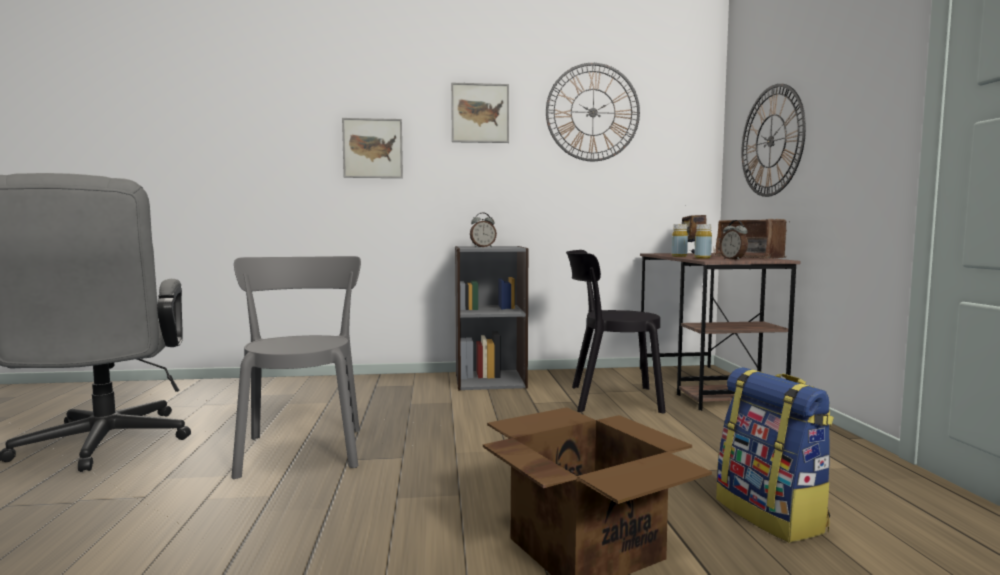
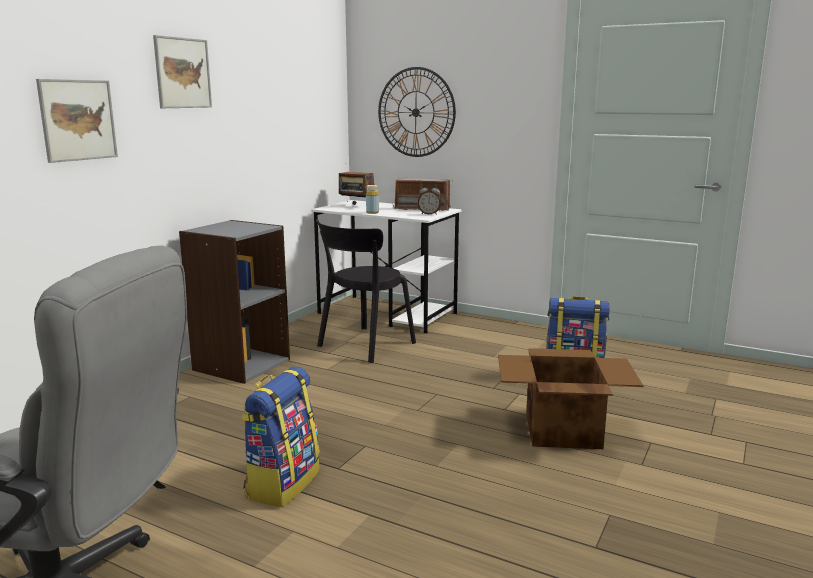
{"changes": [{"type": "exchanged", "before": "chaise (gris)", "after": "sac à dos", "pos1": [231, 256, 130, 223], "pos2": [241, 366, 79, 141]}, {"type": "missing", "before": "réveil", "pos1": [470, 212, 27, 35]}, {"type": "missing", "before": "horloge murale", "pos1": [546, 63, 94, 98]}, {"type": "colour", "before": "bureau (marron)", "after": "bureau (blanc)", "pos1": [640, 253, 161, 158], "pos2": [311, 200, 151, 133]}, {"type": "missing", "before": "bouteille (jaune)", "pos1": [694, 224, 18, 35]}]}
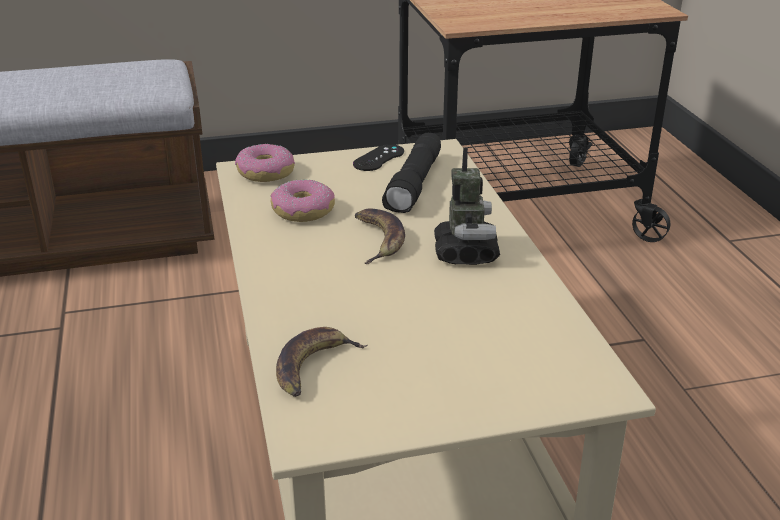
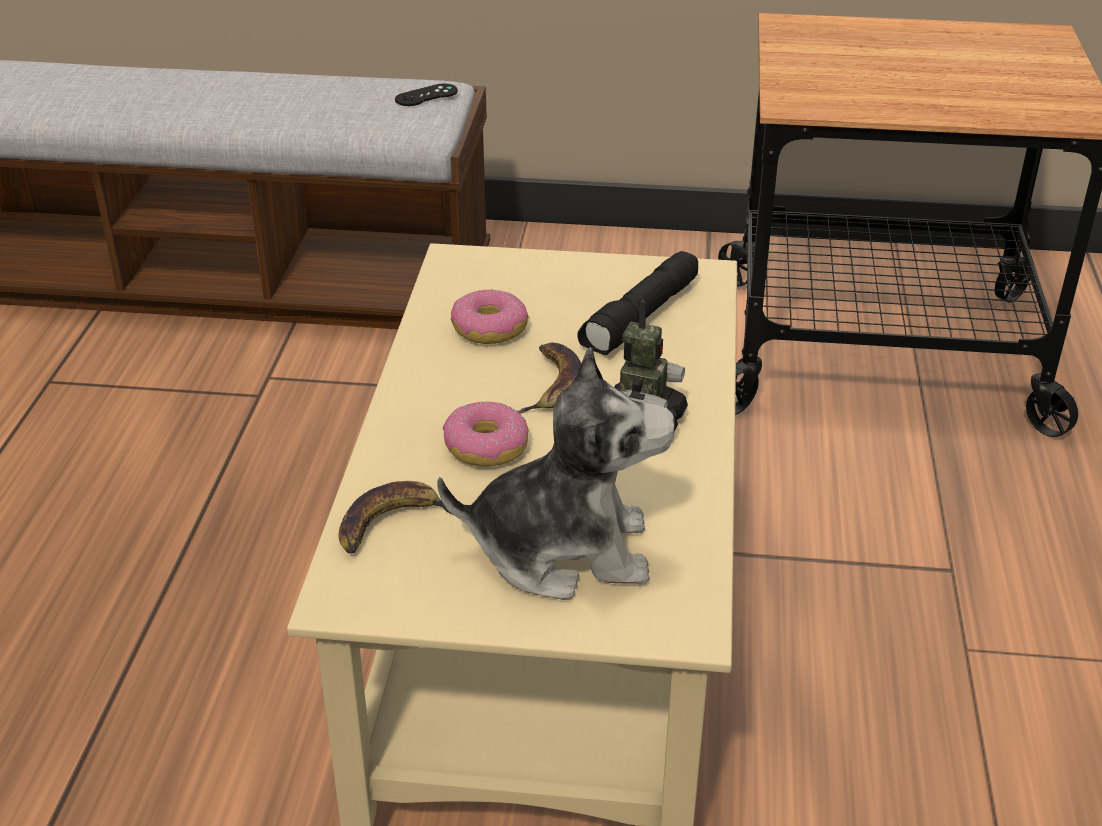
{"changes": [{"type": "relocated", "before": "beignet", "pos1": [235, 143, 60, 39], "pos2": [443, 401, 85, 65]}, {"type": "relocated", "before": "manette (noir)", "pos1": [353, 144, 51, 27], "pos2": [395, 84, 63, 22]}, {"type": "appeared", "after": "peluche", "pos2": [437, 347, 239, 253]}]}
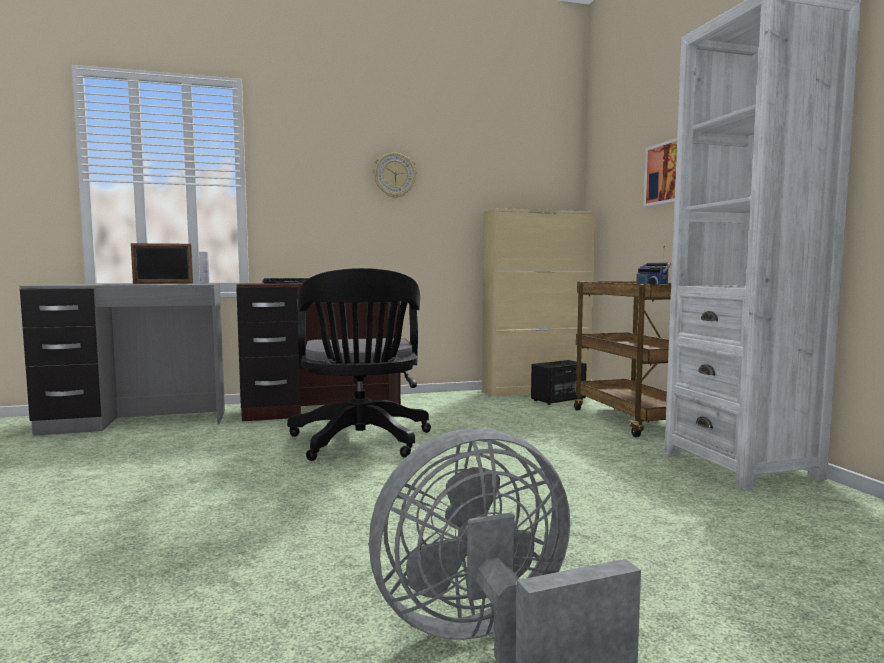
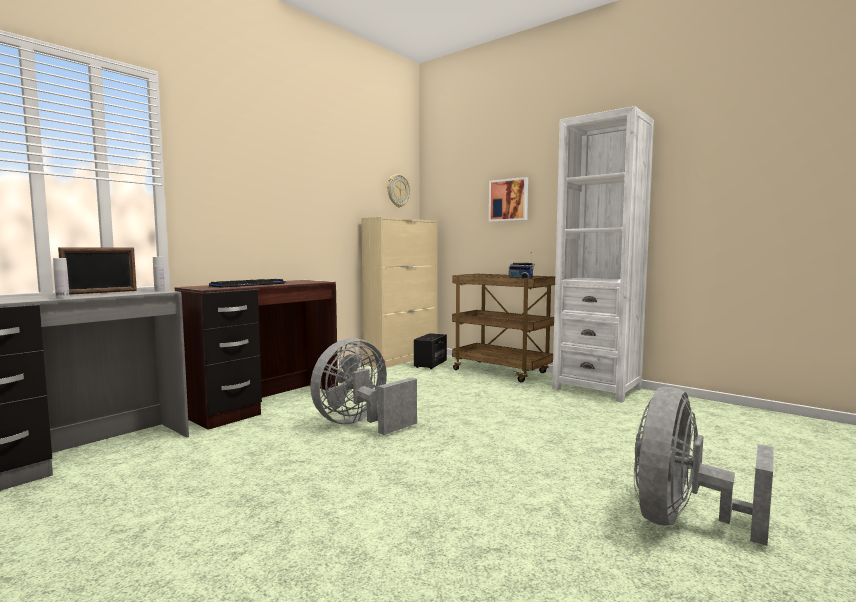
{"changes": [{"type": "exchanged", "before": "chaise de bureau (noir)", "after": "ventilateur (gris)", "pos1": [287, 268, 144, 193], "pos2": [310, 338, 107, 97]}, {"type": "relocated", "before": "horloge murale", "pos1": [373, 152, 44, 46], "pos2": [387, 174, 23, 33]}, {"type": "appeared", "after": "bouteille (blanc)", "pos2": [53, 258, 17, 41]}]}
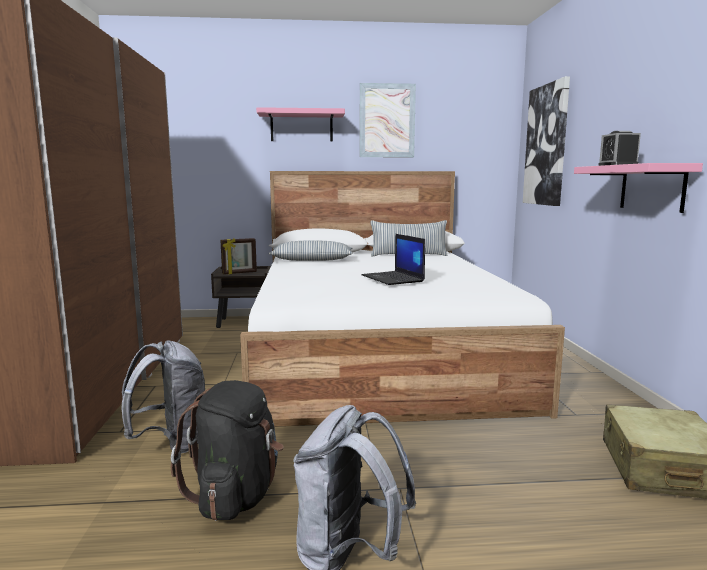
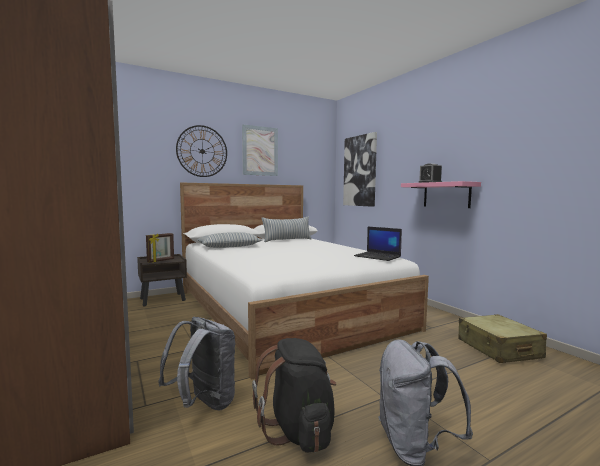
{"changes": [{"type": "exchanged", "before": "étagère (rose)", "after": "horloge murale", "pos1": [256, 107, 89, 34], "pos2": [176, 125, 51, 52]}, {"type": "relocated", "before": "ordinateur portable", "pos1": [362, 234, 63, 51], "pos2": [354, 227, 48, 34]}]}
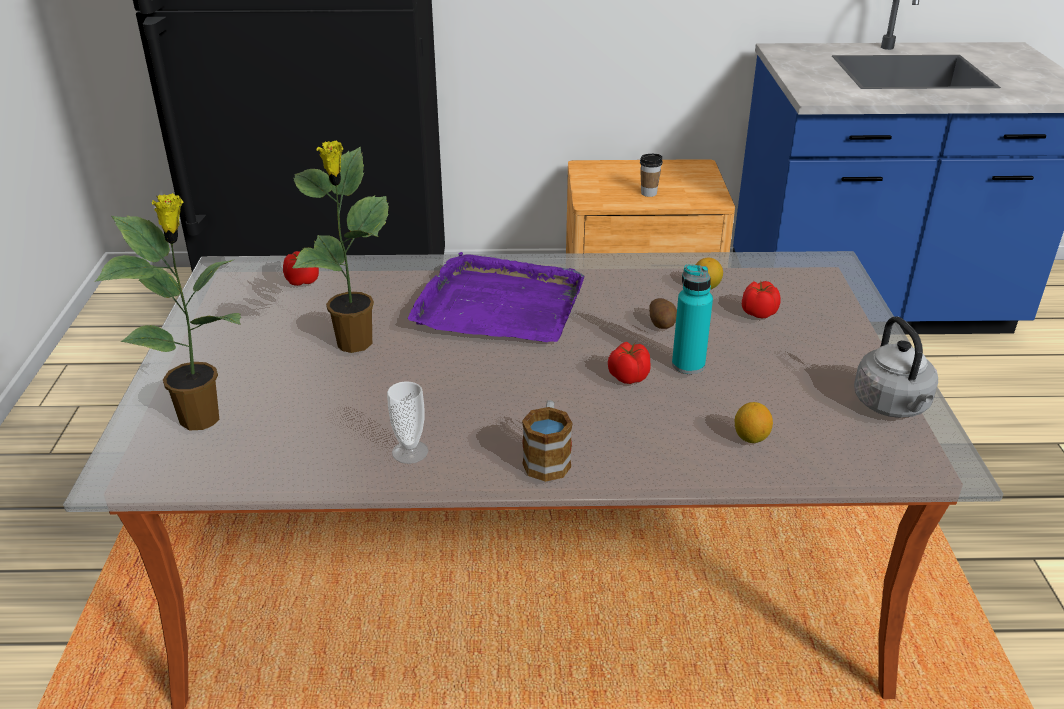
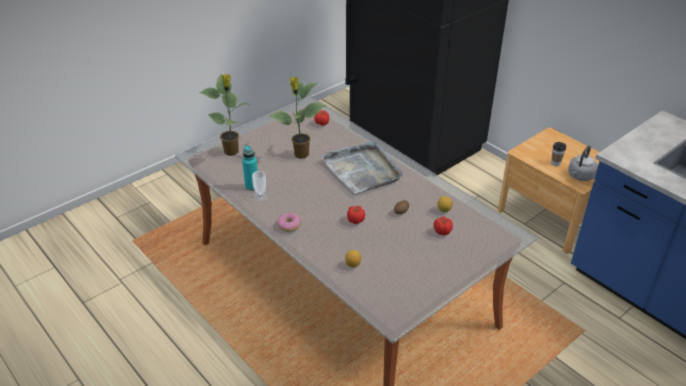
{"changes": [{"type": "colour", "before": "plateau (violet)", "after": "plateau (gris)", "pos1": [408, 252, 177, 90], "pos2": [321, 142, 82, 52]}, {"type": "exchanged", "before": "mug", "after": "beignet", "pos1": [522, 400, 51, 82], "pos2": [277, 212, 24, 20]}, {"type": "relocated", "before": "bouteille (turquoise)", "pos1": [672, 265, 41, 109], "pos2": [242, 145, 16, 46]}, {"type": "relocated", "before": "bouilloire (gris)", "pos1": [854, 316, 84, 102], "pos2": [568, 145, 30, 36]}]}
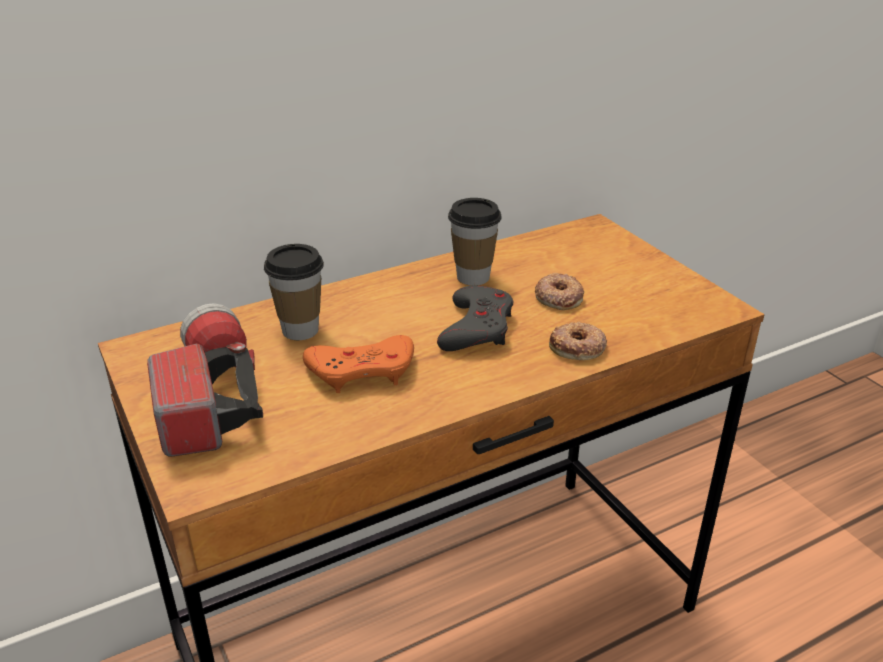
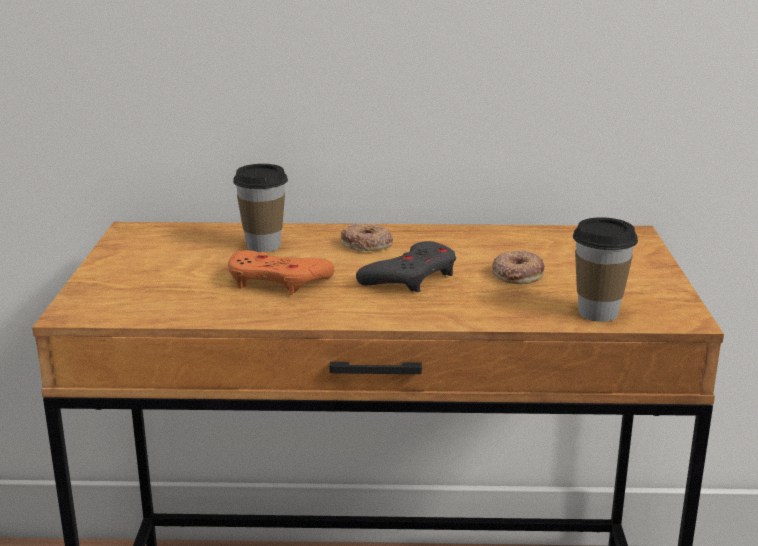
{"changes": [{"type": "missing", "before": "lampe de poche", "pos1": [147, 303, 116, 154]}, {"type": "relocated", "before": "tasse", "pos1": [448, 198, 54, 88], "pos2": [573, 217, 65, 105]}, {"type": "relocated", "before": "beignet", "pos1": [549, 322, 58, 38], "pos2": [340, 224, 53, 27]}]}
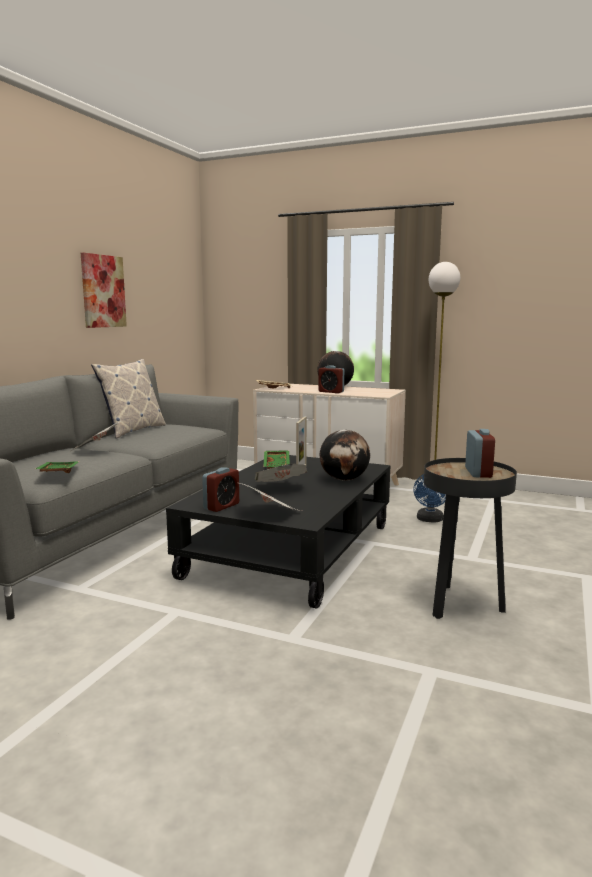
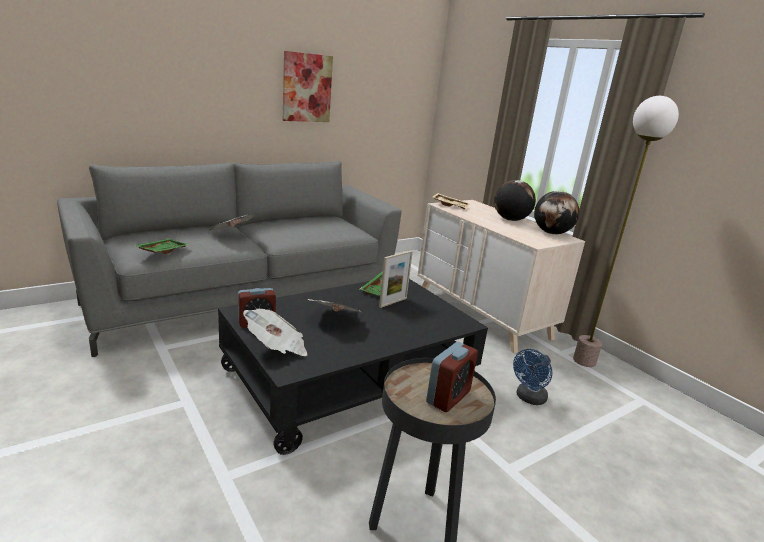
{"changes": [{"type": "missing", "before": "coussin", "pos1": [91, 359, 75, 79]}, {"type": "missing", "before": "réveil", "pos1": [318, 365, 26, 28]}, {"type": "relocated", "before": "globe", "pos1": [320, 430, 50, 51], "pos2": [534, 191, 45, 43]}]}
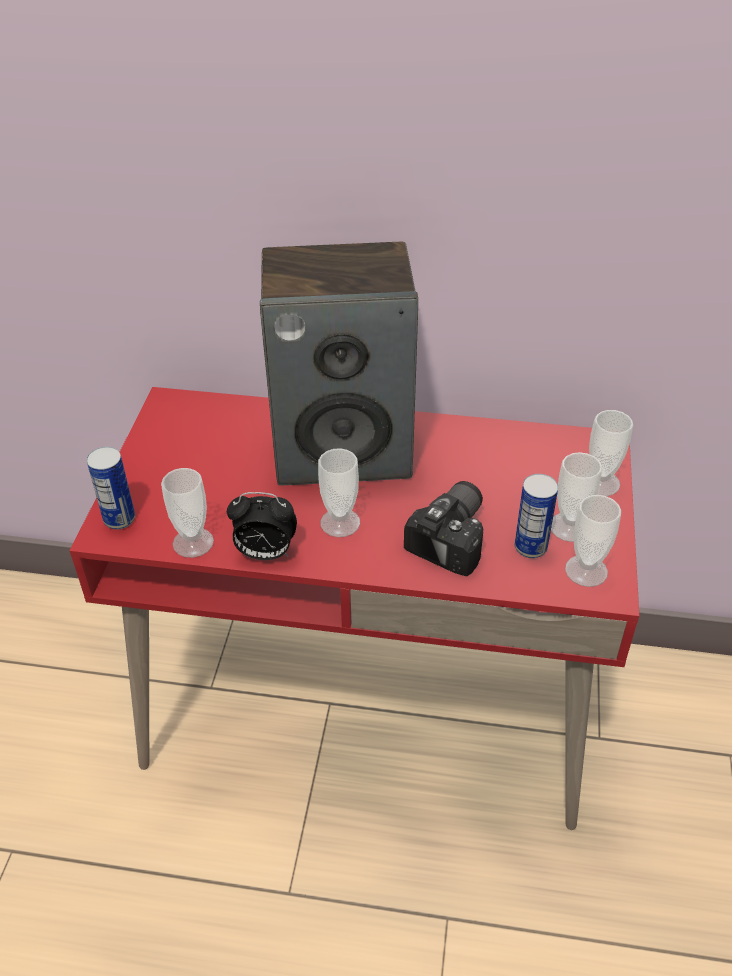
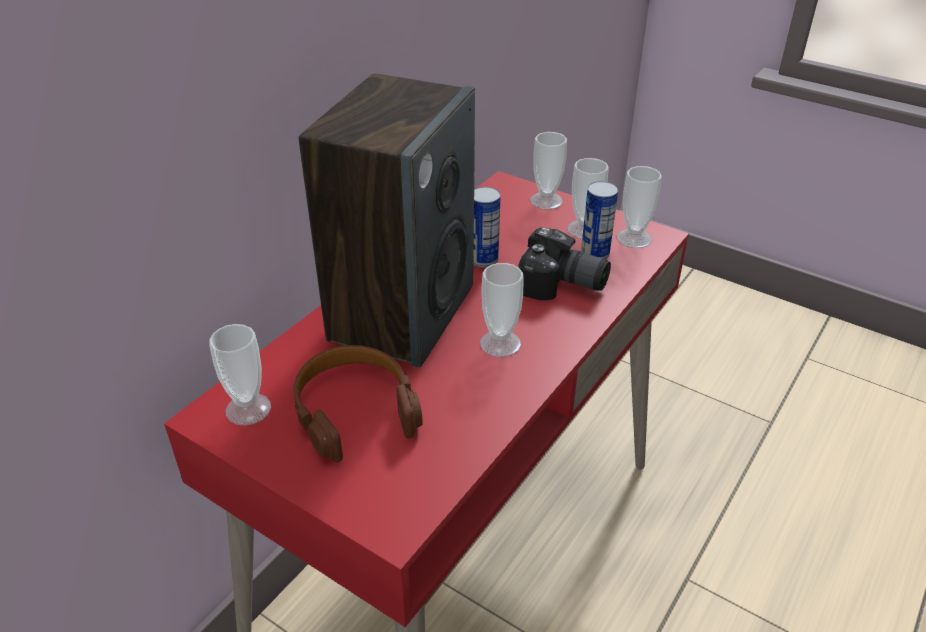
{"changes": [{"type": "relocated", "before": "boîte métallique", "pos1": [87, 447, 48, 82], "pos2": [473, 187, 28, 80]}, {"type": "relocated", "before": "tasse", "pos1": [161, 468, 53, 90], "pos2": [209, 324, 62, 102]}, {"type": "missing", "before": "réveil", "pos1": [227, 492, 70, 68]}, {"type": "spun", "before": "appareil photo", "pos1": [404, 481, 79, 95], "pos2": [518, 227, 93, 74], "turn": 150}, {"type": "appeared", "after": "casque audio (marron)", "pos2": [293, 345, 130, 117]}]}
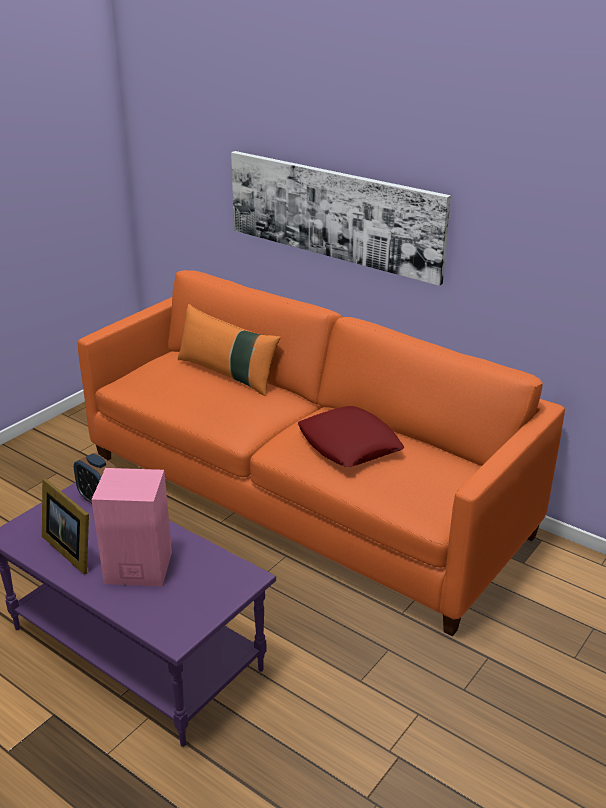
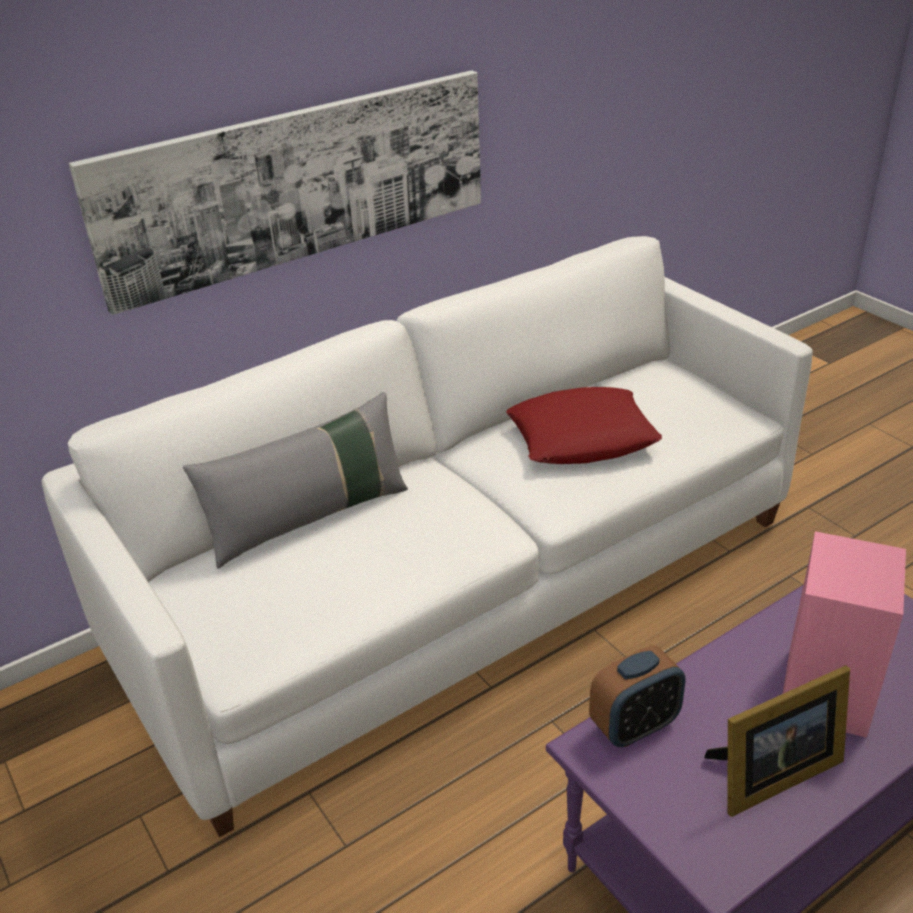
{"changes": [{"type": "colour", "before": "canapé (orange)", "after": "canapé (blanc)", "pos1": [78, 270, 487, 366], "pos2": [42, 236, 771, 601]}, {"type": "colour", "before": "coussin (orange)", "after": "coussin (gris)", "pos1": [178, 304, 103, 92], "pos2": [183, 392, 225, 177]}]}
